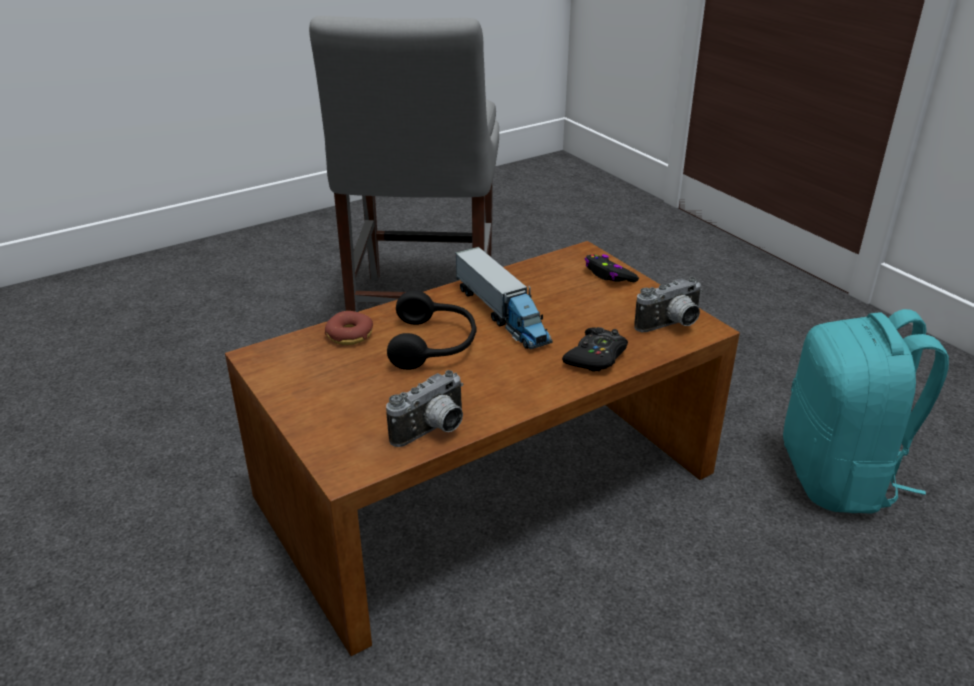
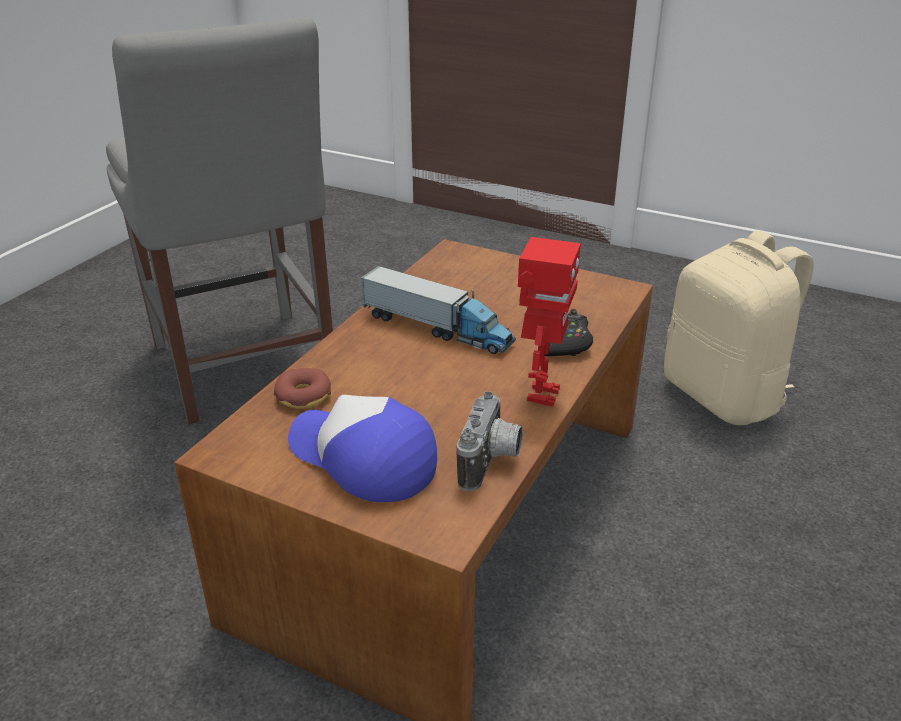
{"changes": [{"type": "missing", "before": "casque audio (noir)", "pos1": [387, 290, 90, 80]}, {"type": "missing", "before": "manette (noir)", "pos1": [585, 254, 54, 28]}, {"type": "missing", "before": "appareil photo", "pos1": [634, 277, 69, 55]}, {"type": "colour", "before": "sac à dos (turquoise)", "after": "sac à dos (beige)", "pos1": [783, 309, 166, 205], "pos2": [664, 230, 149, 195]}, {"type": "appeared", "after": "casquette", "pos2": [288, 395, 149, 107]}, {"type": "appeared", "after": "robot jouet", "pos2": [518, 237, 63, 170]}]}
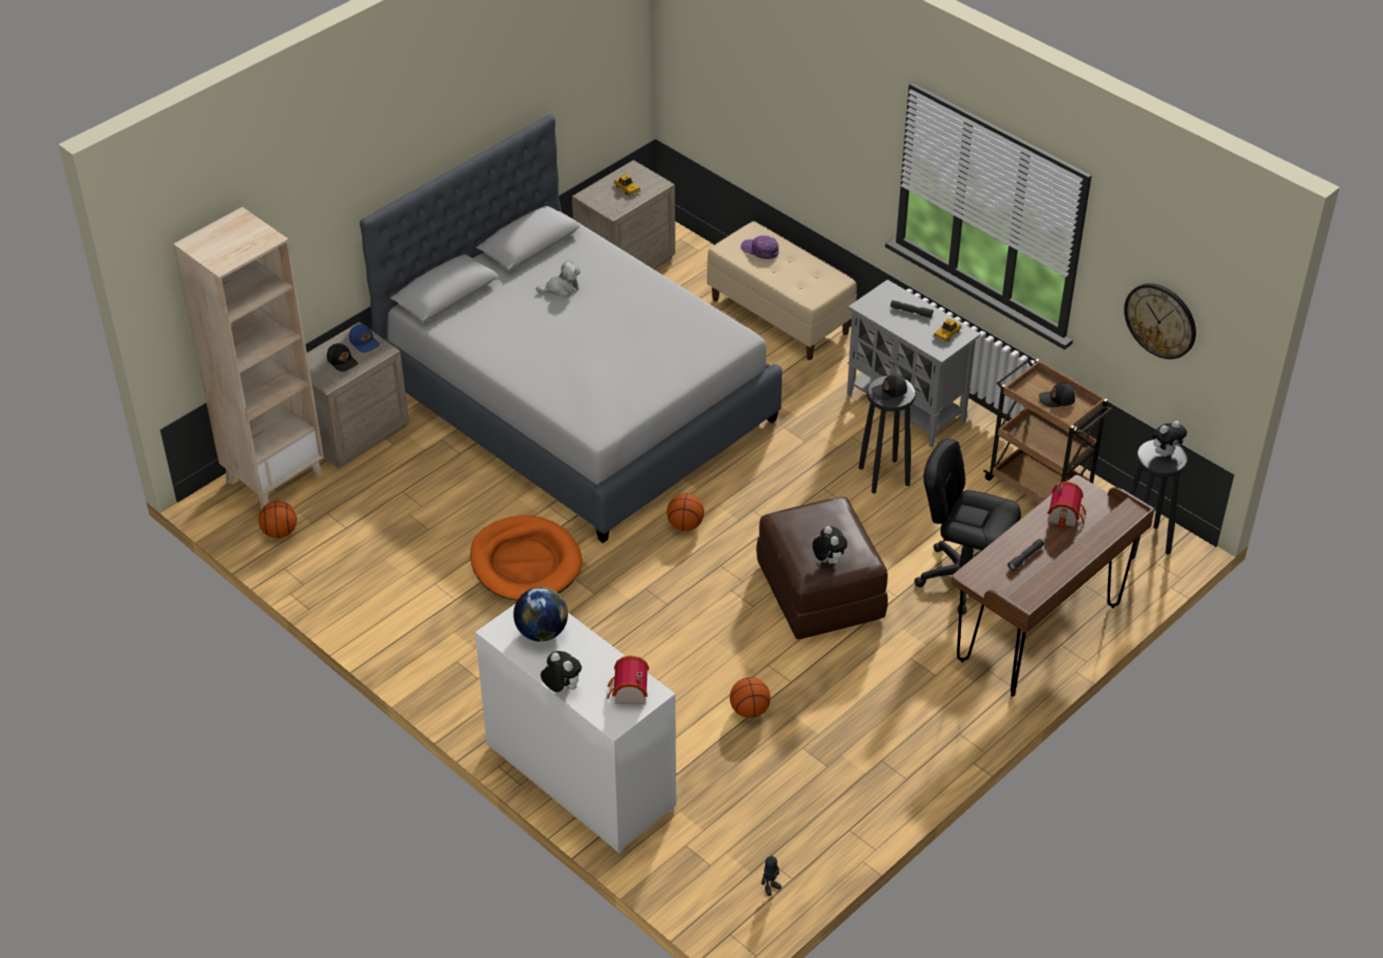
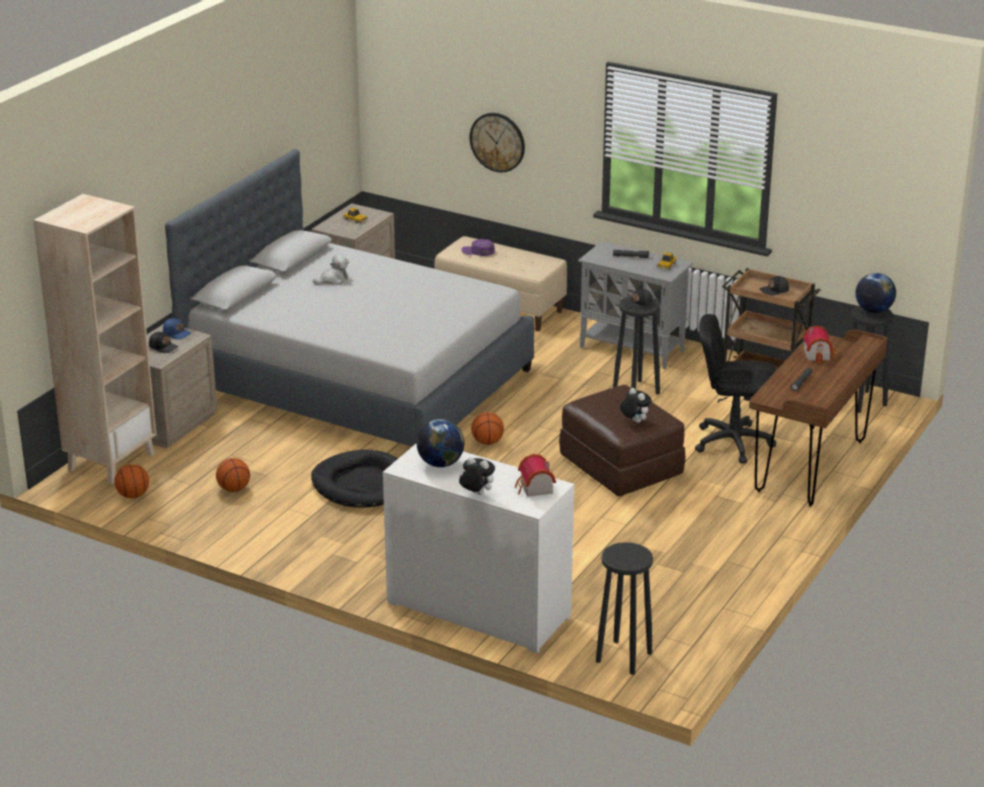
{"changes": [{"type": "colour", "before": "panier pour chien (orange)", "after": "panier pour chien (noir)", "pos1": [470, 515, 112, 86], "pos2": [311, 450, 87, 58]}, {"type": "relocated", "before": "ballon de basket", "pos1": [730, 677, 41, 41], "pos2": [216, 458, 34, 34]}, {"type": "missing", "before": "robot jouet", "pos1": [761, 854, 21, 42]}, {"type": "relocated", "before": "horloge murale", "pos1": [1124, 283, 72, 76], "pos2": [470, 113, 55, 59]}, {"type": "exchanged", "before": "peluche", "after": "globe", "pos1": [1152, 421, 35, 36], "pos2": [855, 273, 41, 40]}, {"type": "appeared", "after": "tabouret (noir)", "pos2": [596, 542, 57, 133]}]}
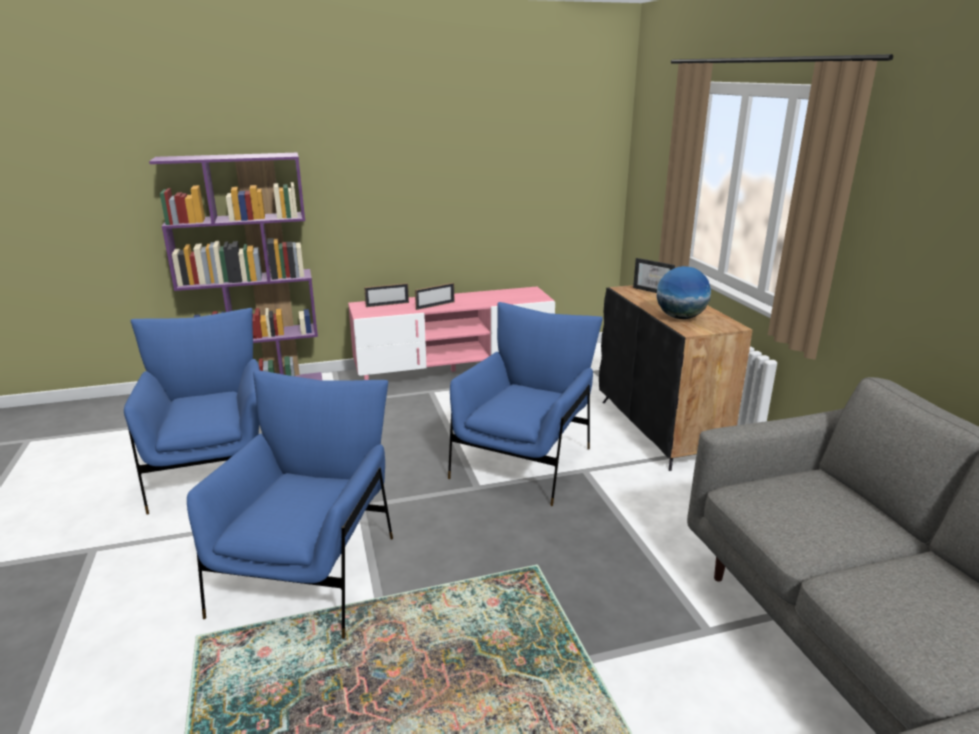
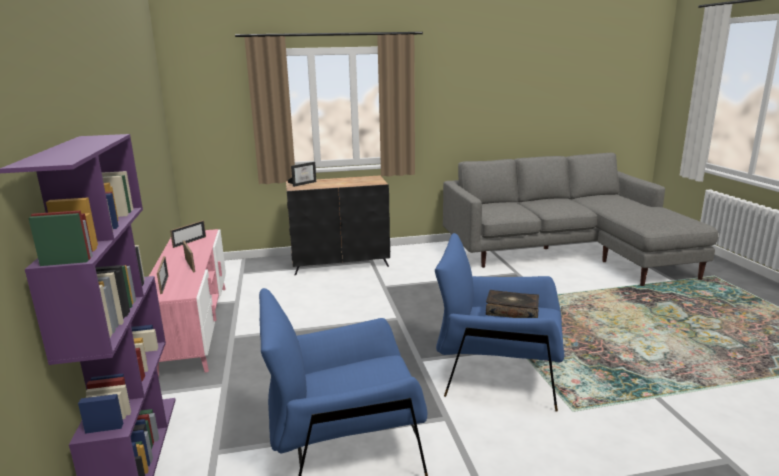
{"changes": [{"type": "missing", "before": "fauteuil (bleu)", "pos1": [448, 302, 155, 204]}, {"type": "missing", "before": "globe", "pos1": [657, 266, 54, 53]}, {"type": "appeared", "after": "cadre photo", "pos2": [170, 220, 36, 28]}, {"type": "appeared", "after": "livre", "pos2": [486, 290, 53, 28]}]}
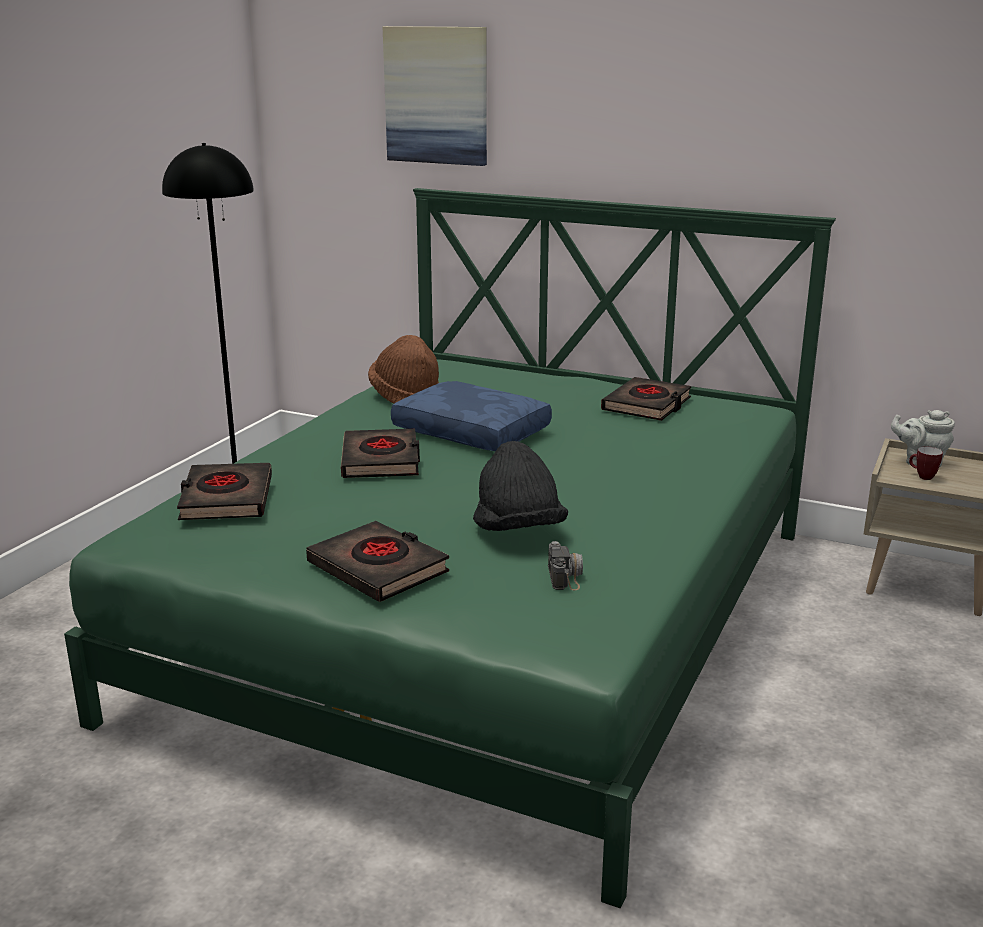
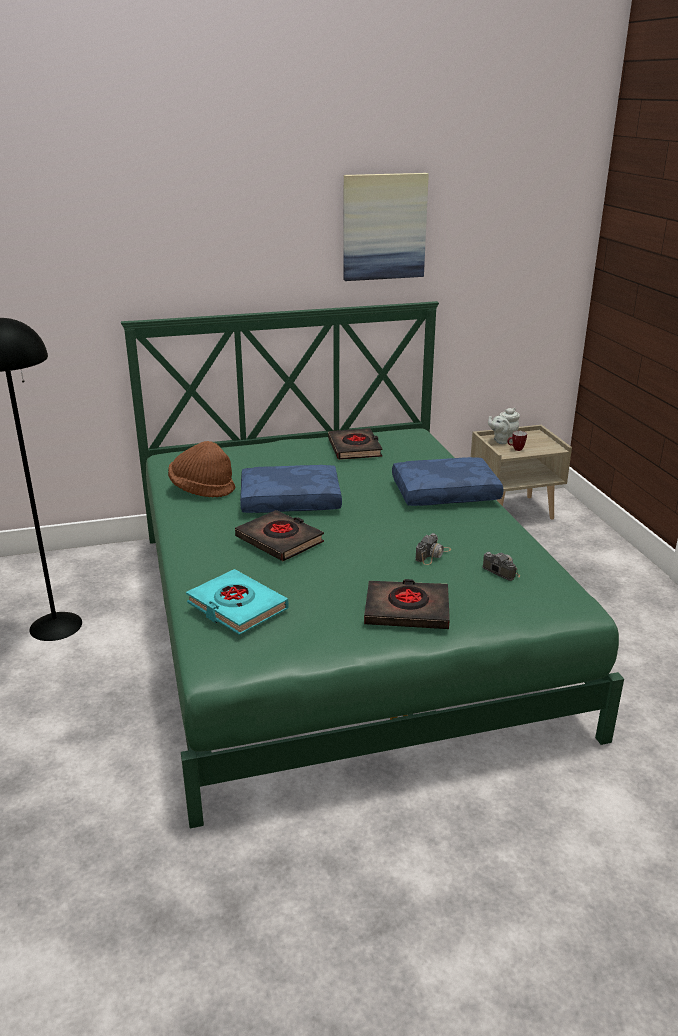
{"changes": [{"type": "colour", "before": "livre (noir)", "after": "livre (turquoise)", "pos1": [177, 463, 95, 57], "pos2": [186, 569, 103, 66]}, {"type": "relocated", "before": "tableau", "pos1": [383, 26, 104, 140], "pos2": [343, 173, 86, 108]}, {"type": "exchanged", "before": "chapeau (noir)", "after": "appareil photo", "pos1": [473, 441, 95, 90], "pos2": [415, 533, 36, 32]}, {"type": "appeared", "after": "coussin (bleu)", "pos2": [392, 457, 112, 49]}]}
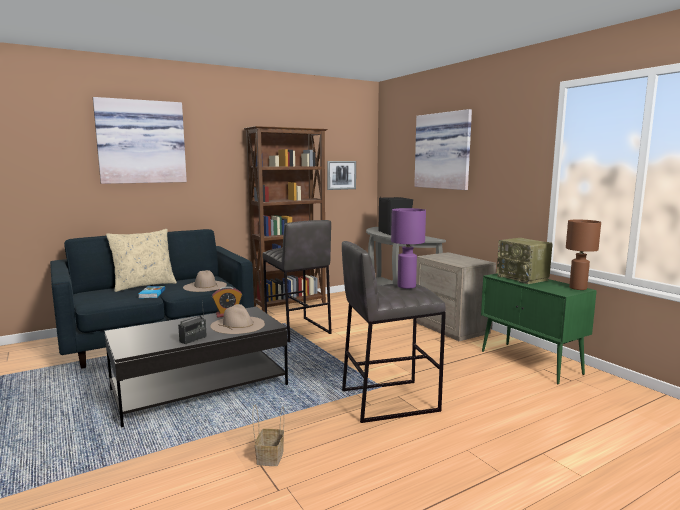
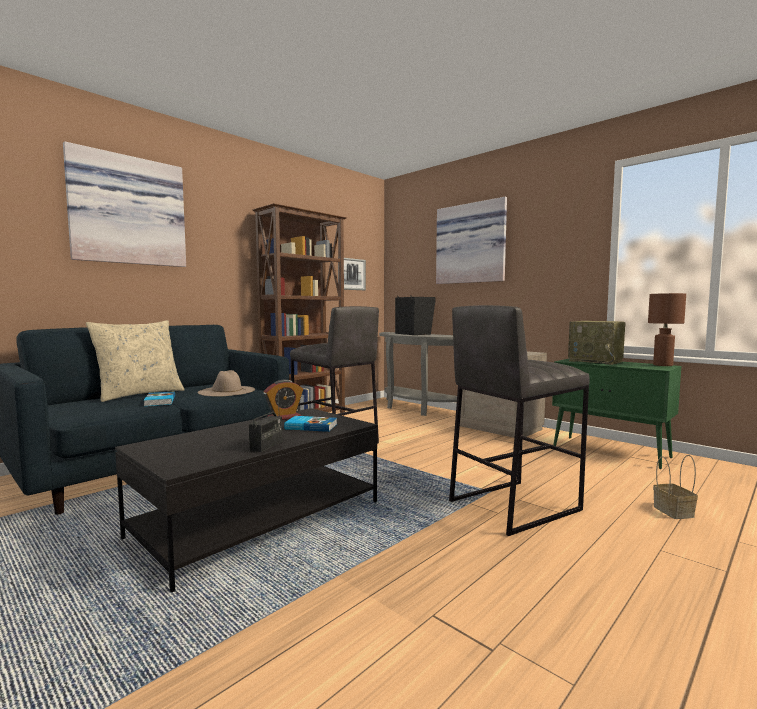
{"changes": [{"type": "exchanged", "before": "chapeau (beige)", "after": "livre", "pos1": [210, 304, 55, 30], "pos2": [284, 416, 53, 16]}, {"type": "relocated", "before": "panier", "pos1": [253, 405, 31, 61], "pos2": [653, 455, 45, 64]}, {"type": "missing", "before": "lampe de table (violet)", "pos1": [391, 208, 35, 81]}]}
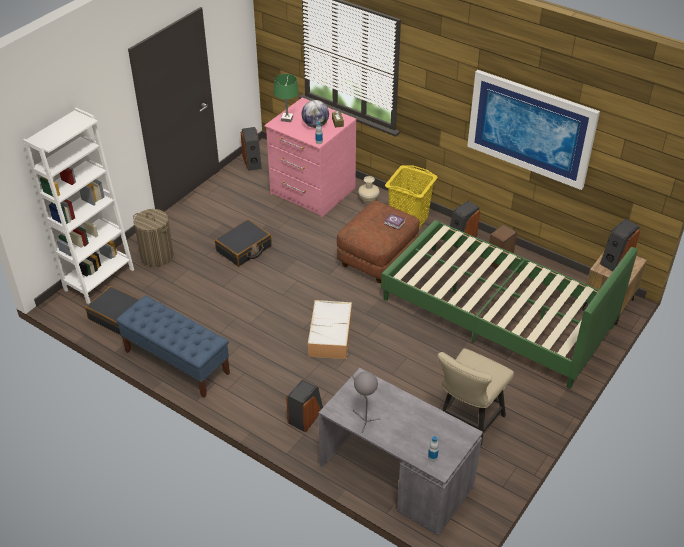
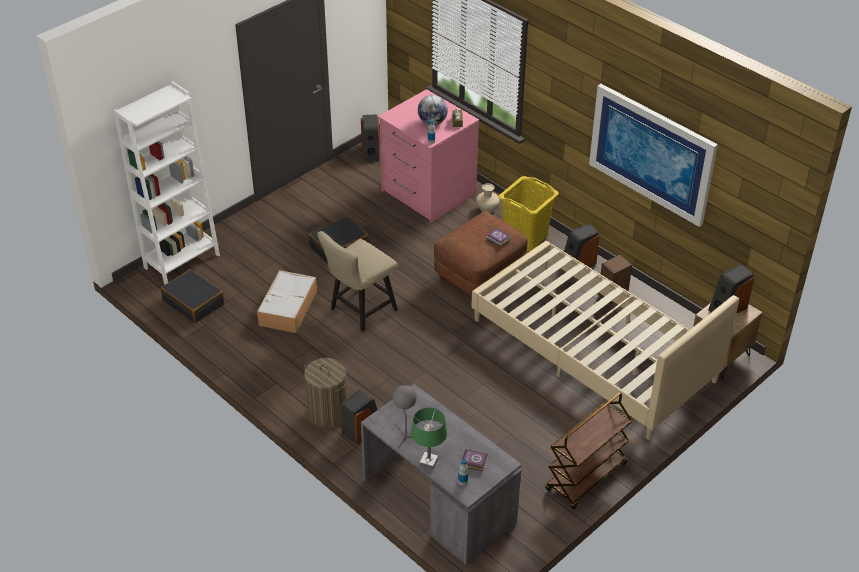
{"changes": [{"type": "missing", "before": "banc (bleu)", "pos1": [116, 296, 114, 102]}, {"type": "relocated", "before": "panier à linge", "pos1": [133, 209, 41, 58], "pos2": [304, 358, 43, 70]}, {"type": "relocated", "before": "lampe de table (vert)", "pos1": [273, 74, 26, 48], "pos2": [411, 408, 36, 61]}, {"type": "relocated", "before": "boîte de rangement", "pos1": [308, 300, 44, 59], "pos2": [257, 270, 60, 63]}, {"type": "colour", "before": "lit (vert)", "after": "lit (beige)", "pos1": [381, 220, 257, 169], "pos2": [471, 241, 268, 199]}, {"type": "relocated", "before": "chaise (beige)", "pos1": [438, 349, 76, 96], "pos2": [317, 231, 81, 101]}, {"type": "appeared", "after": "livre", "pos2": [462, 449, 26, 22]}, {"type": "appeared", "after": "chariot (marron)", "pos2": [546, 393, 86, 117]}]}
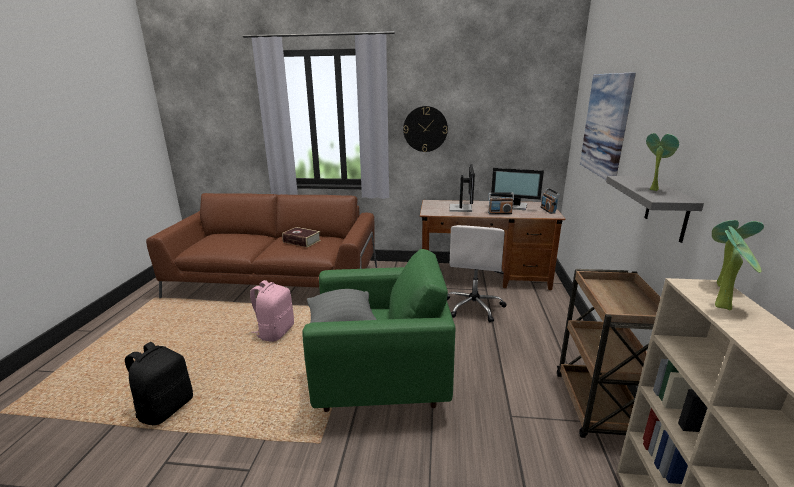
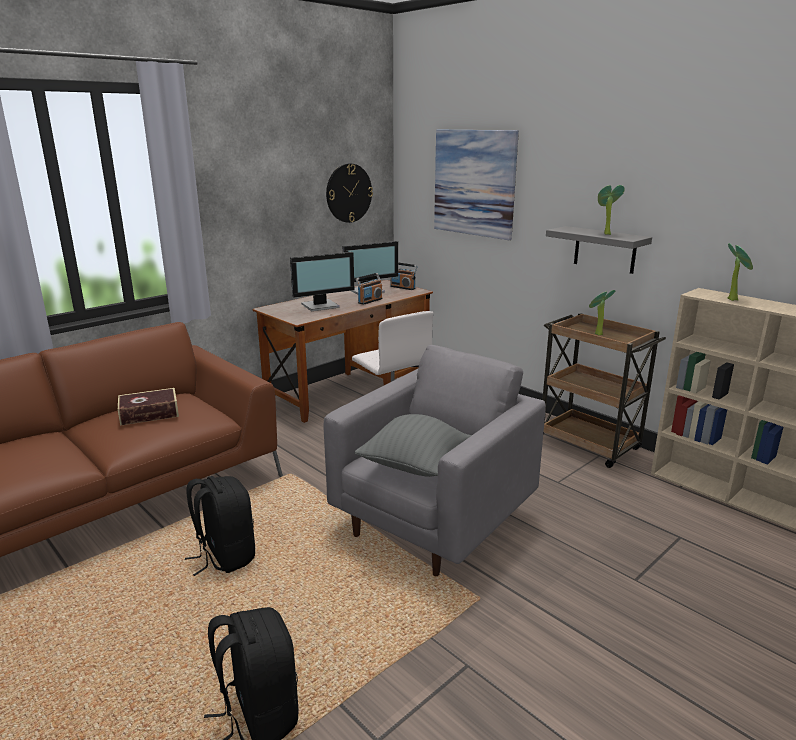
{"changes": [{"type": "colour", "before": "sac à dos (rose)", "after": "sac à dos (noir)", "pos1": [250, 280, 44, 62], "pos2": [185, 476, 70, 100]}, {"type": "colour", "before": "fauteuil (vert)", "after": "fauteuil (gris)", "pos1": [302, 249, 153, 163], "pos2": [324, 345, 222, 231]}, {"type": "relocated", "before": "horloge murale", "pos1": [403, 106, 45, 46], "pos2": [326, 163, 47, 60]}, {"type": "spun", "before": "écran d'ordinateur", "pos1": [450, 164, 25, 48], "pos2": [290, 252, 64, 59], "turn": 105}, {"type": "relocated", "before": "plante en pot", "pos1": [712, 220, 52, 67], "pos2": [589, 290, 26, 45]}]}
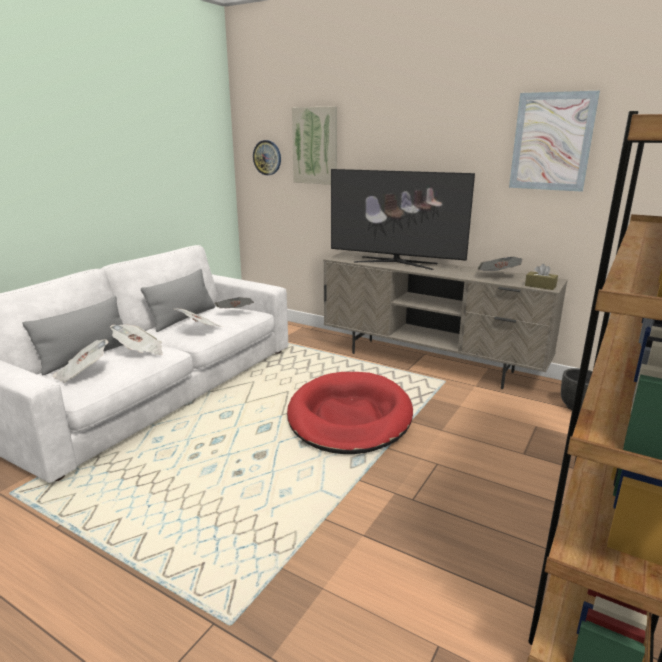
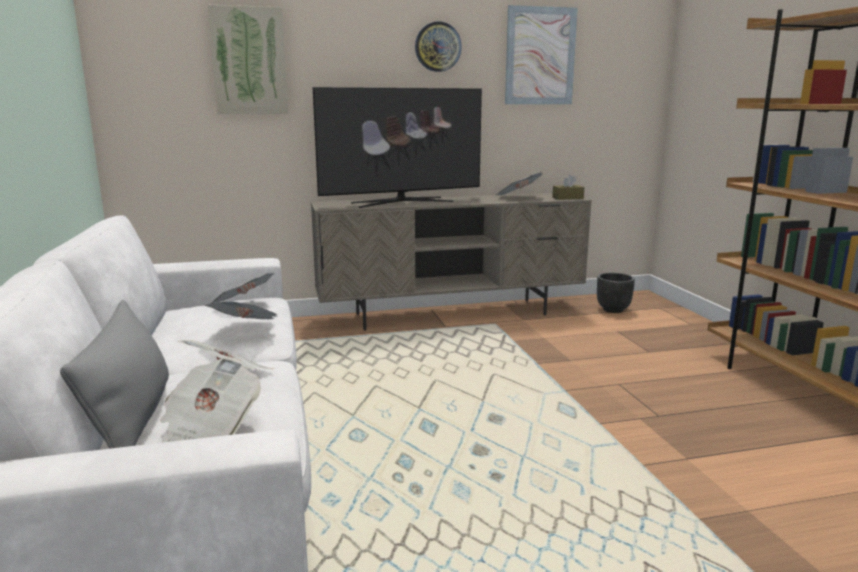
{"changes": [{"type": "missing", "before": "coussin (gris)", "pos1": [141, 269, 74, 63]}, {"type": "relocated", "before": "horloge murale", "pos1": [253, 140, 28, 35], "pos2": [415, 21, 47, 51]}, {"type": "missing", "before": "panier pour chien (rouge)", "pos1": [287, 372, 126, 82]}]}
